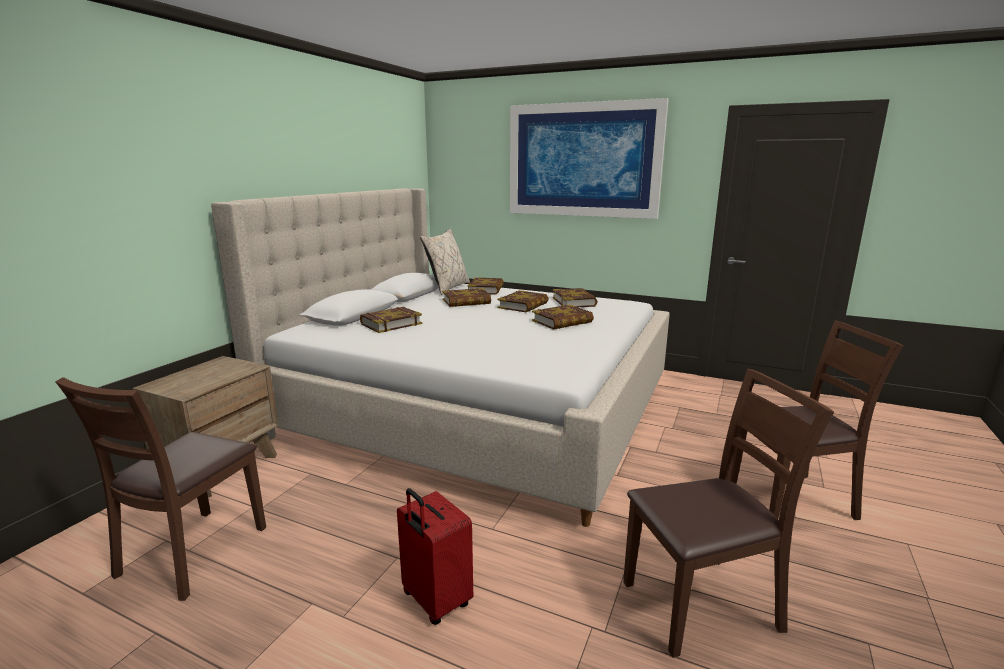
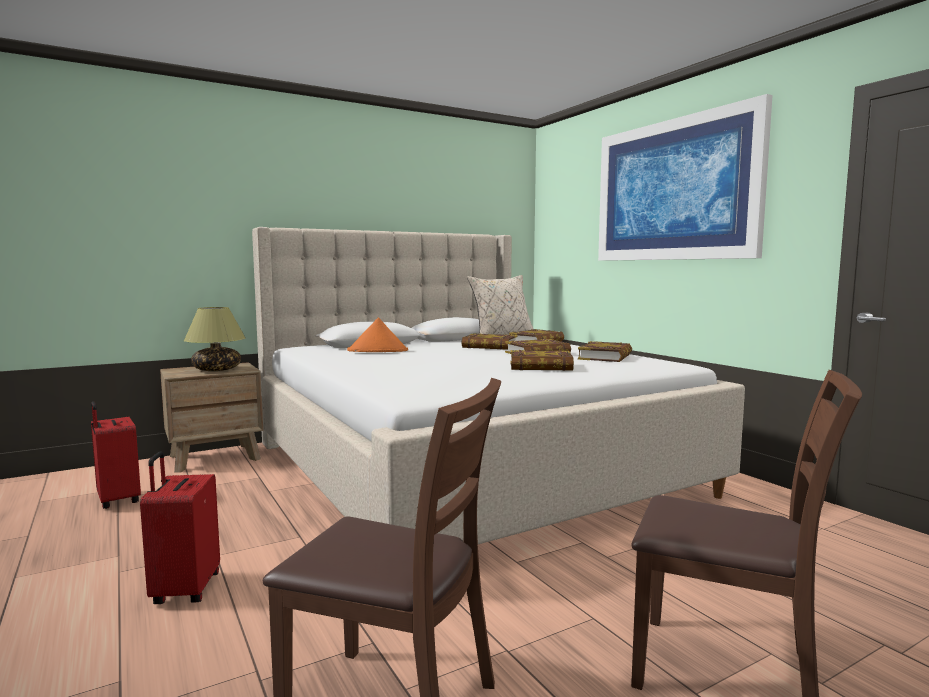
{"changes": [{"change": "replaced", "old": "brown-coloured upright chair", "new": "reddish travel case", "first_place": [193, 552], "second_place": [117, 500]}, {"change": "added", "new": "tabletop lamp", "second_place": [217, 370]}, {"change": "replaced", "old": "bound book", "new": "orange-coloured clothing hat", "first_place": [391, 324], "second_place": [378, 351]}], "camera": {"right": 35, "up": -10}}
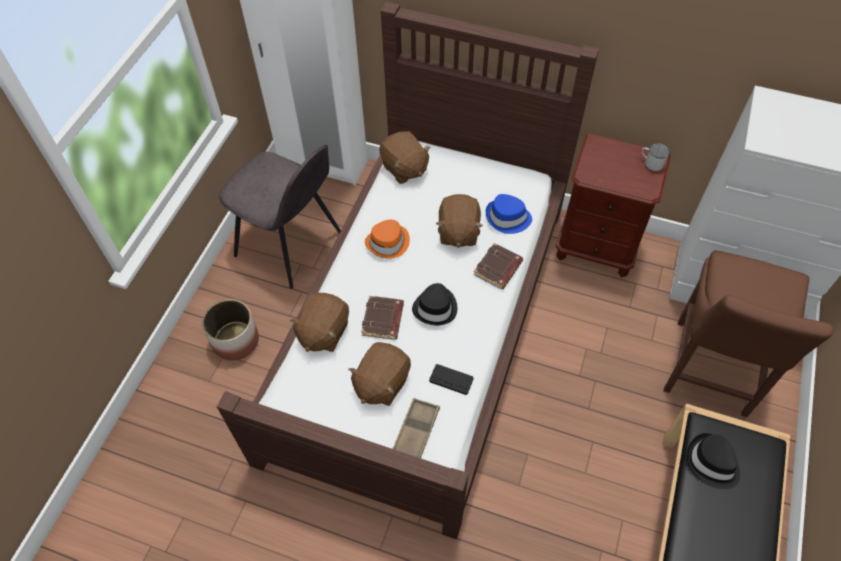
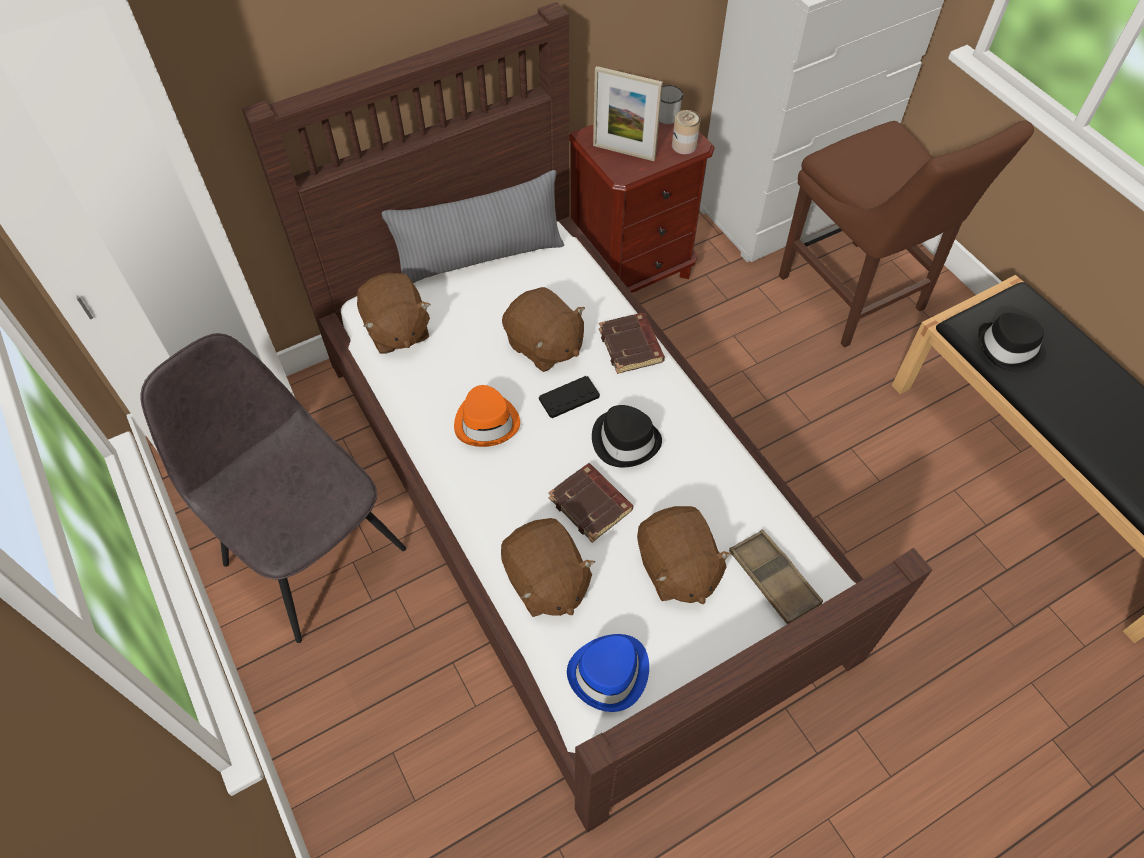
{"changes": [{"change": "turned", "old": "greyish upright chair", "first_place": [290, 245], "second_place": [312, 553], "degrees": -120}, {"change": "turned", "old": "brown-coloured soft toy", "first_place": [404, 168], "second_place": [396, 330], "degrees": 60}, {"change": "added", "new": "greyish cushion", "second_place": [480, 258]}, {"change": "moved", "old": "black-coloured gamepad", "first_place": [451, 380], "second_place": [569, 397]}, {"change": "moved", "old": "bluish clothing hat", "first_place": [507, 218], "second_place": [610, 673]}, {"change": "added", "new": "standing frame", "second_place": [624, 152]}, {"change": "added", "new": "sealed can", "second_place": [684, 145]}, {"change": "removed", "old": "planter", "first_place": [235, 340]}], "camera": {"right": -50, "up": 0}}
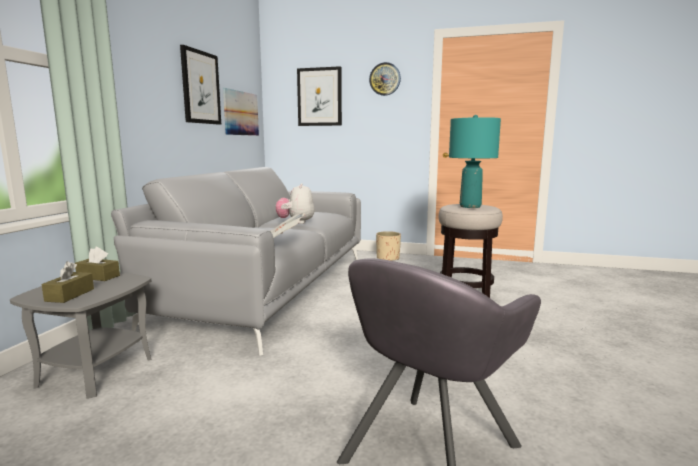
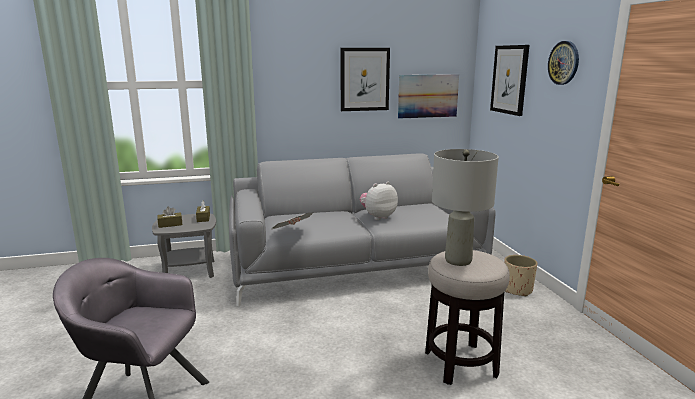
{"changes": [{"change": "recoloured", "old": "turquoise-coloured tabletop lamp", "new": "greyish tabletop lamp", "first_place": [470, 206], "second_place": [458, 261]}], "camera": {"right": 60, "up": 5}}
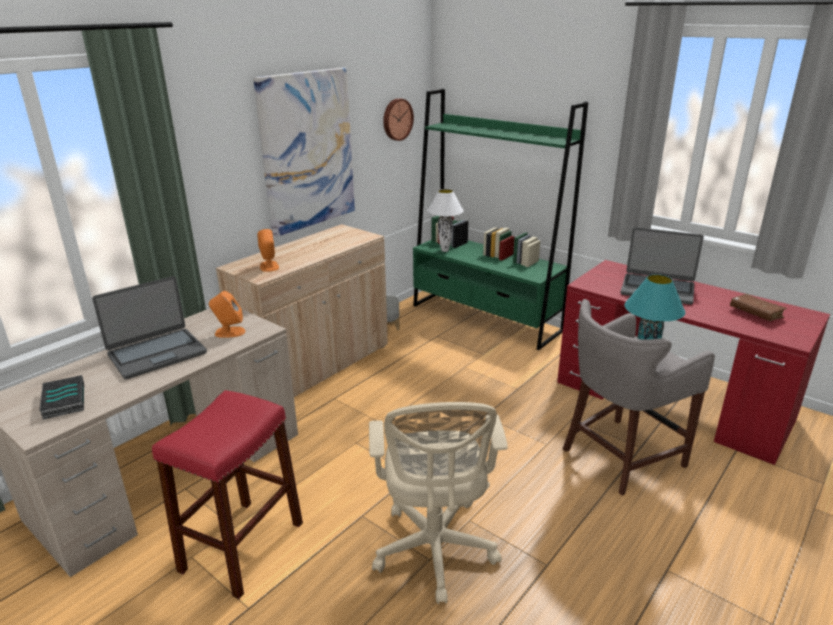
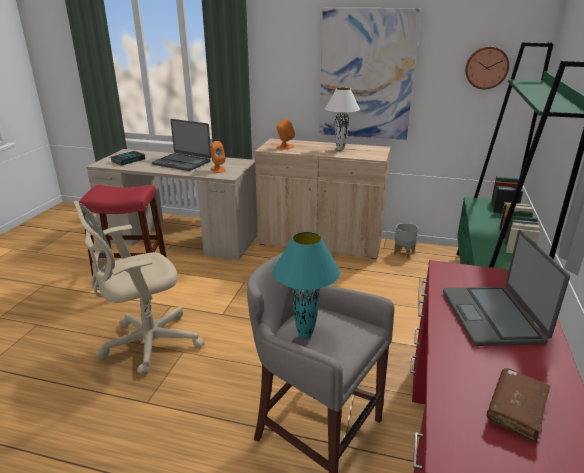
{"changes": [{"change": "moved", "old": "whitish tabletop lamp", "first_place": [444, 251], "second_place": [340, 149]}], "camera": {"right": 65, "up": 0}}
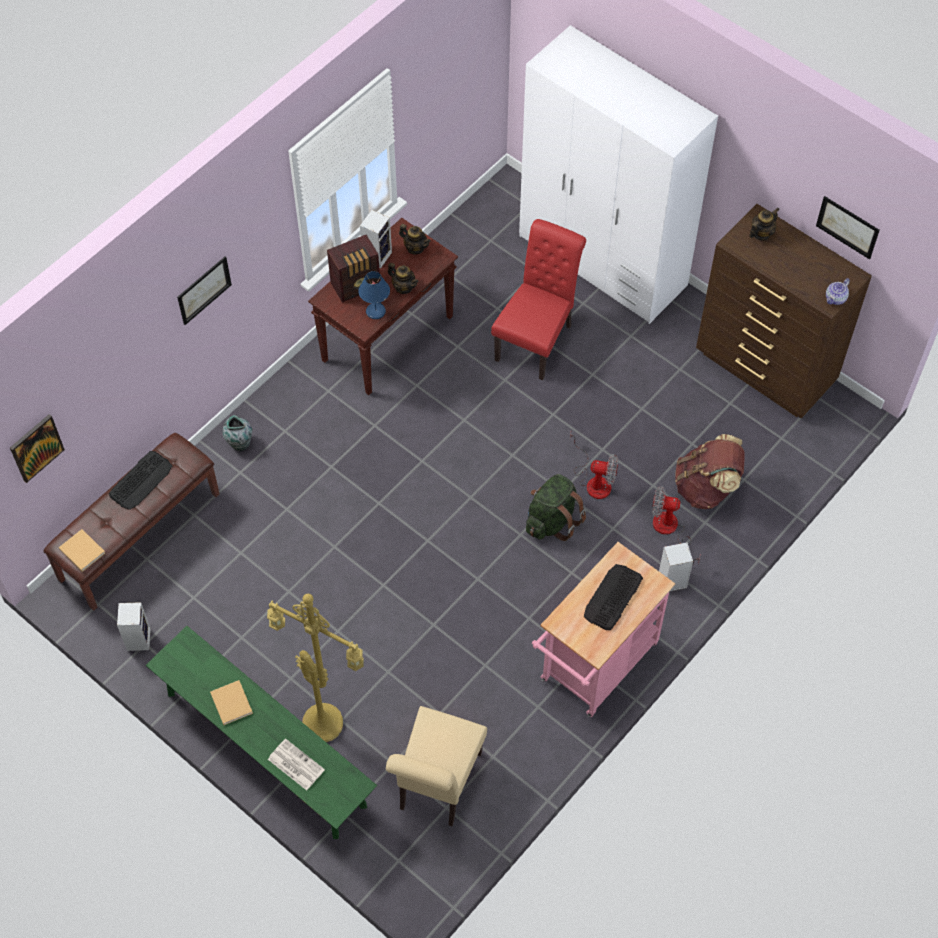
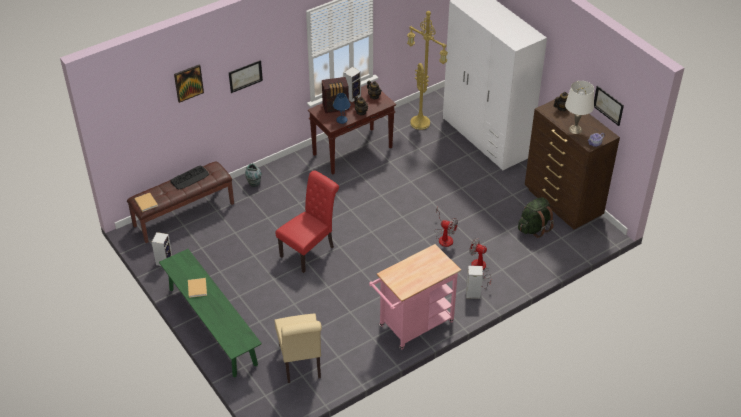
{"changes": [{"change": "moved", "old": "picture", "first_place": [36, 447], "second_place": [188, 83]}, {"change": "turned", "old": "beige upright chair", "first_place": [437, 786], "second_place": [301, 364], "degrees": -45}, {"change": "moved", "old": "reddish upright chair", "first_place": [537, 339], "second_place": [310, 250]}, {"change": "moved", "old": "yellow floor lamp", "first_place": [325, 722], "second_place": [421, 123]}, {"change": "moved", "old": "greenish rucksack", "first_place": [552, 520], "second_place": [534, 228]}, {"change": "added", "new": "whitish tabletop lamp", "second_place": [575, 129]}, {"change": "removed", "old": "daily paper", "first_place": [295, 764]}, {"change": "removed", "old": "keyboard", "first_place": [612, 597]}, {"change": "removed", "old": "brown-coloured rucksack", "first_place": [706, 488]}], "camera": {"right": 15, "up": -15}}
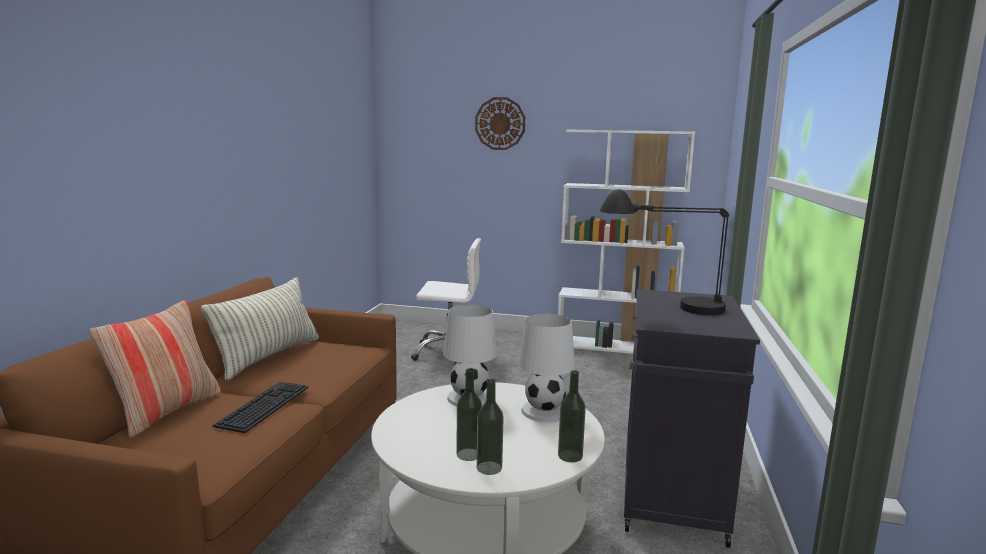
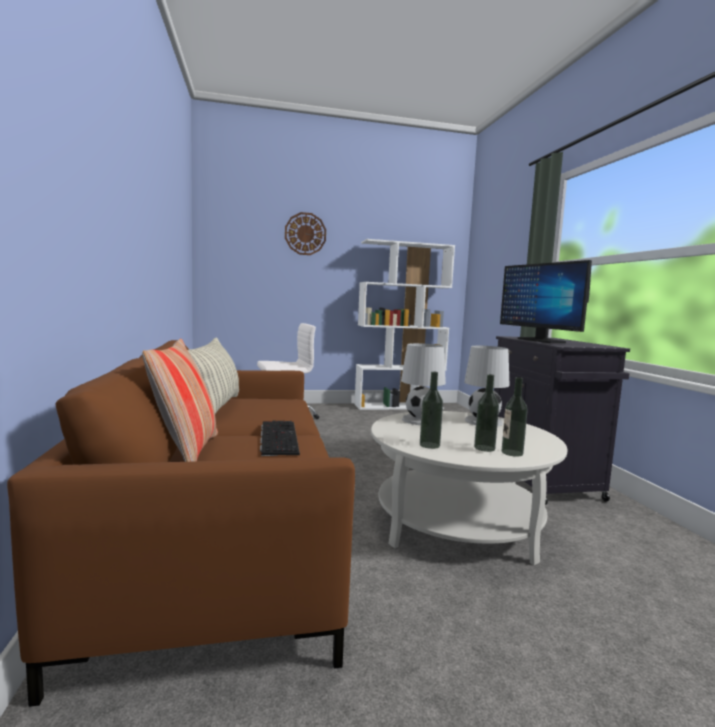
{"changes": [{"change": "moved", "old": "beverage bottle", "first_place": [570, 456], "second_place": [429, 445]}, {"change": "replaced", "old": "black-coloured tabletop lamp", "new": "monitor", "first_place": [663, 308], "second_place": [540, 340]}], "camera": {"right": -25, "up": -5}}
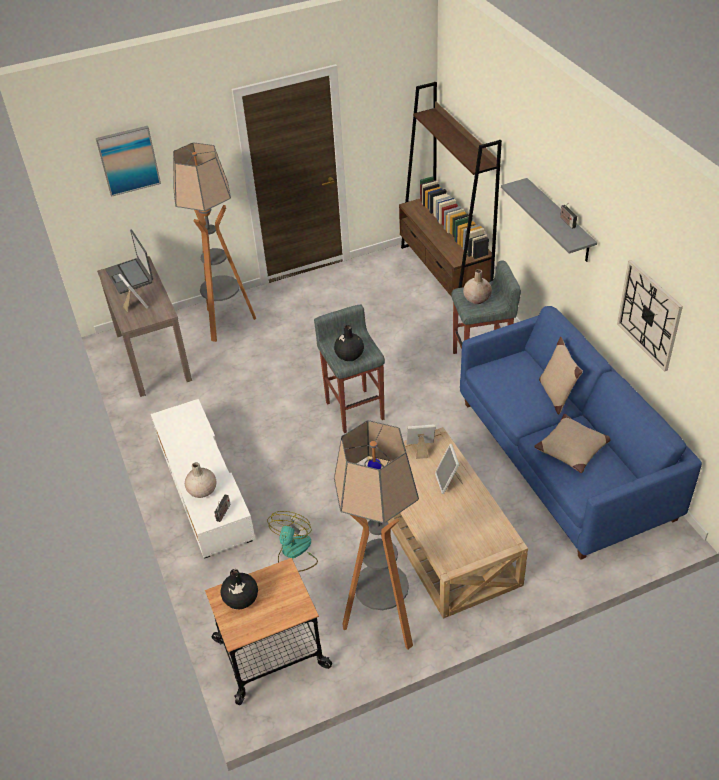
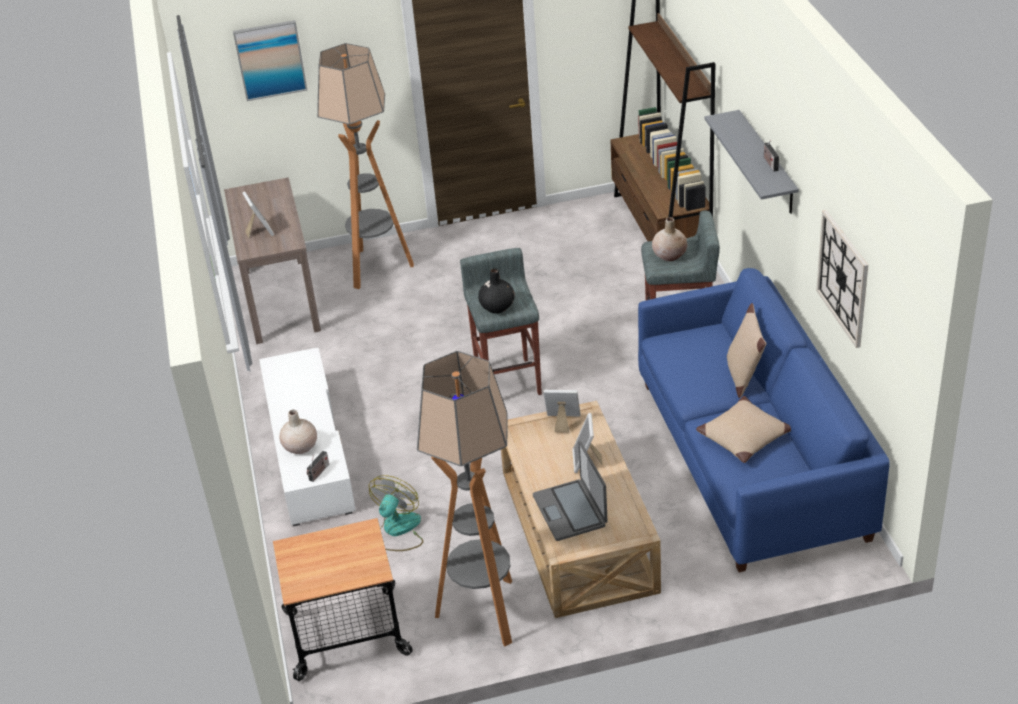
{"changes": [{"change": "moved", "old": "notebook computer", "first_place": [130, 276], "second_place": [570, 510]}, {"change": "removed", "old": "black-coloured vase", "first_place": [241, 599]}], "camera": {"right": 10, "up": -5}}
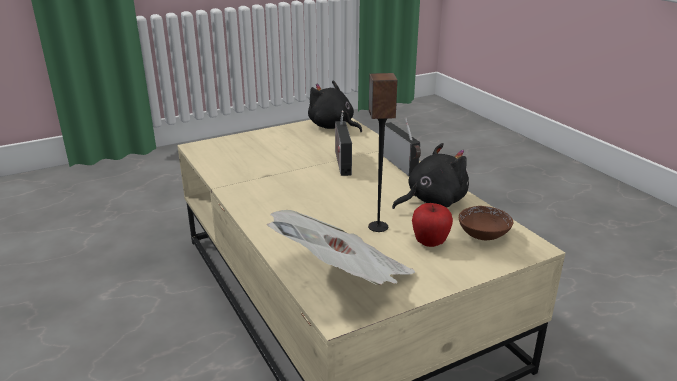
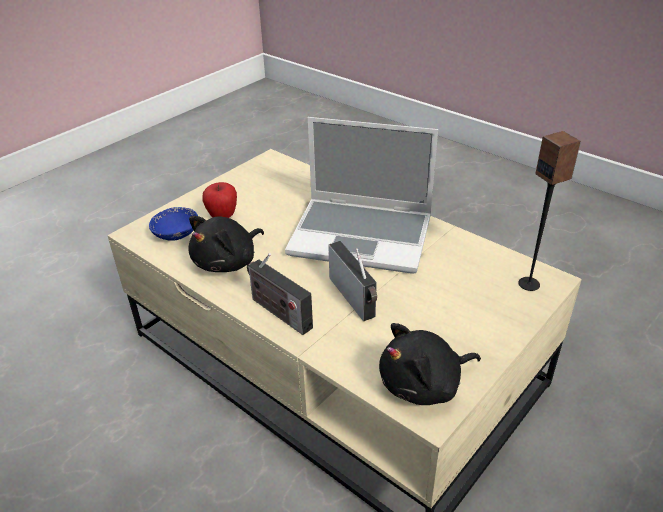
{"changes": [{"change": "recoloured", "old": "brown-coloured bowl", "new": "bluish bowl", "first_place": [483, 235], "second_place": [176, 234]}, {"change": "added", "new": "notebook computer", "second_place": [363, 236]}, {"change": "turned", "old": "black-coloured soft toy", "first_place": [333, 126], "second_place": [424, 385], "degrees": 135}, {"change": "moved", "old": "audio speaker", "first_place": [377, 227], "second_place": [529, 284]}, {"change": "removed", "old": "daily paper", "first_place": [343, 279]}], "camera": {"right": 160, "up": 10}}
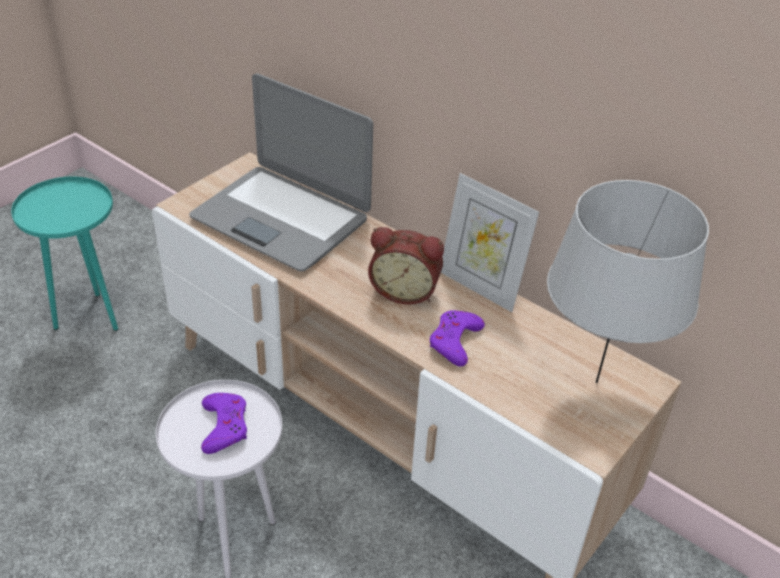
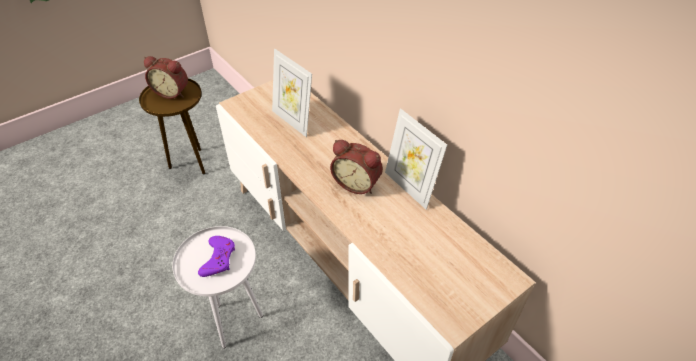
{"changes": [{"change": "recoloured", "old": "turquoise-coloured end table", "new": "brown-coloured end table", "first_place": [90, 317], "second_place": [191, 163]}, {"change": "added", "new": "bedside clock", "second_place": [172, 92]}, {"change": "replaced", "old": "notebook computer", "new": "standing frame", "first_place": [281, 218], "second_place": [293, 121]}, {"change": "removed", "old": "purplish gamepad", "first_place": [455, 341]}, {"change": "removed", "old": "greyish tabletop lamp", "first_place": [596, 382]}], "camera": {"right": 15, "up": 5}}
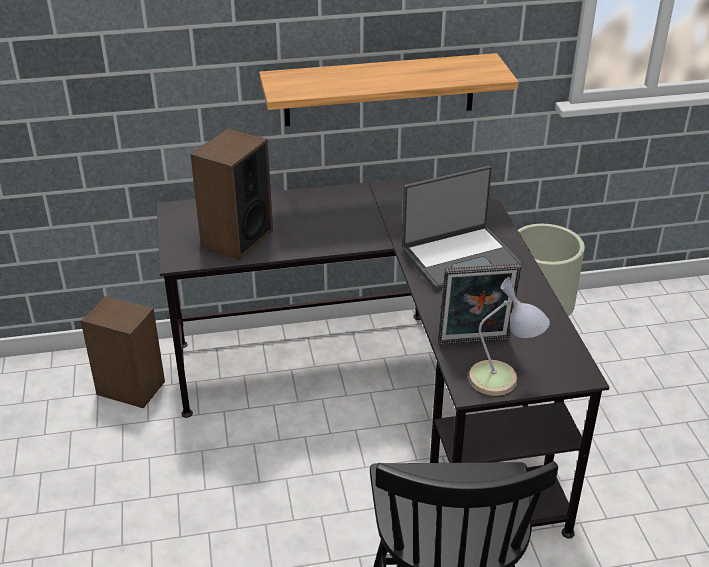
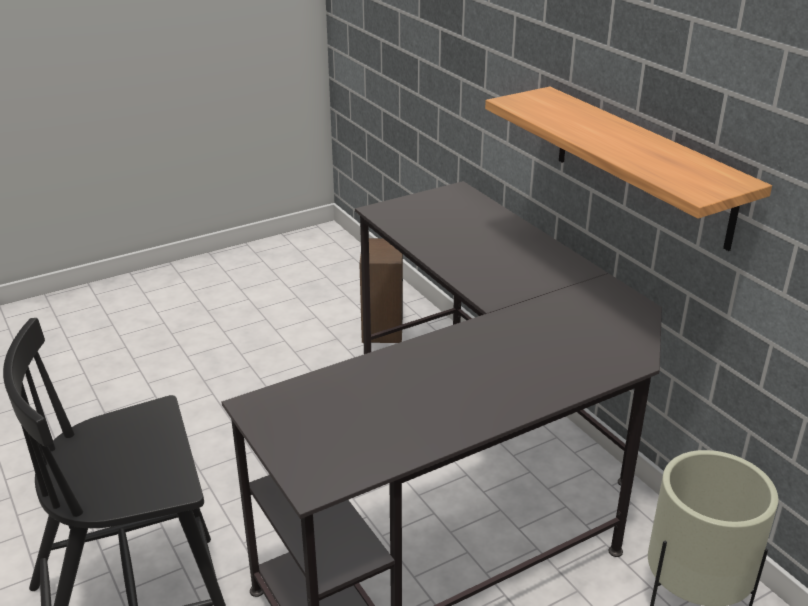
{"changes": [{"change": "removed", "old": "audio speaker", "first_place": [236, 238]}, {"change": "removed", "old": "notebook computer", "first_place": [459, 257]}, {"change": "removed", "old": "standing frame", "first_place": [474, 343]}, {"change": "removed", "old": "tabletop lamp", "first_place": [504, 380]}], "camera": {"right": 70, "up": -5}}
